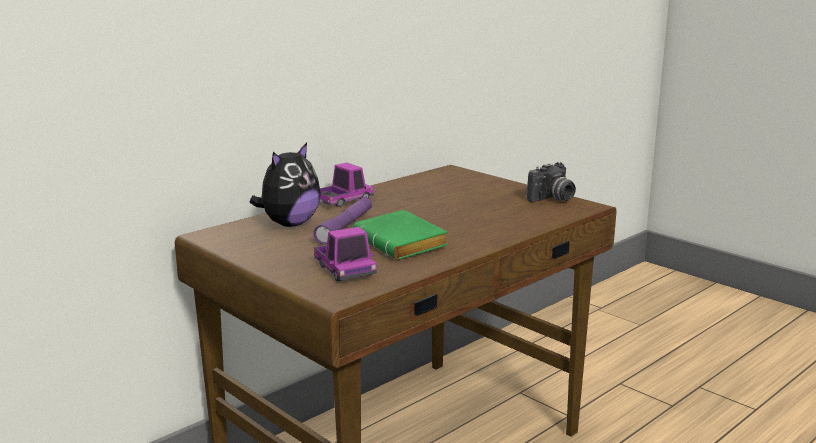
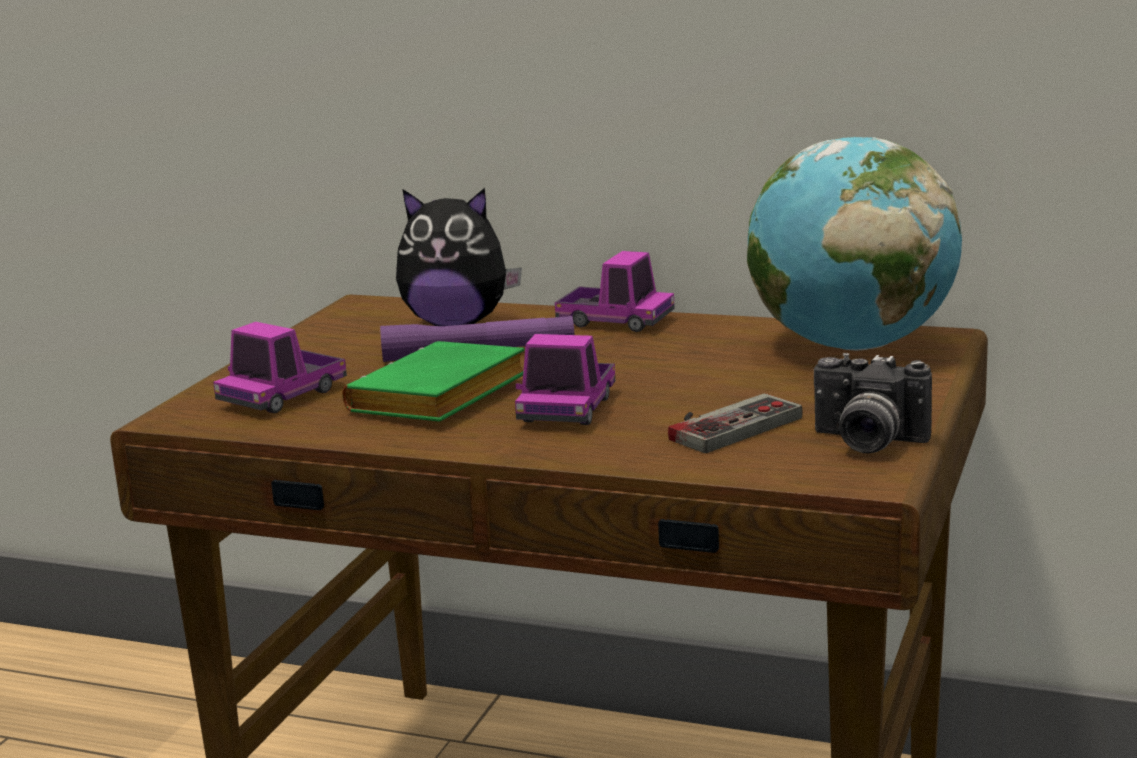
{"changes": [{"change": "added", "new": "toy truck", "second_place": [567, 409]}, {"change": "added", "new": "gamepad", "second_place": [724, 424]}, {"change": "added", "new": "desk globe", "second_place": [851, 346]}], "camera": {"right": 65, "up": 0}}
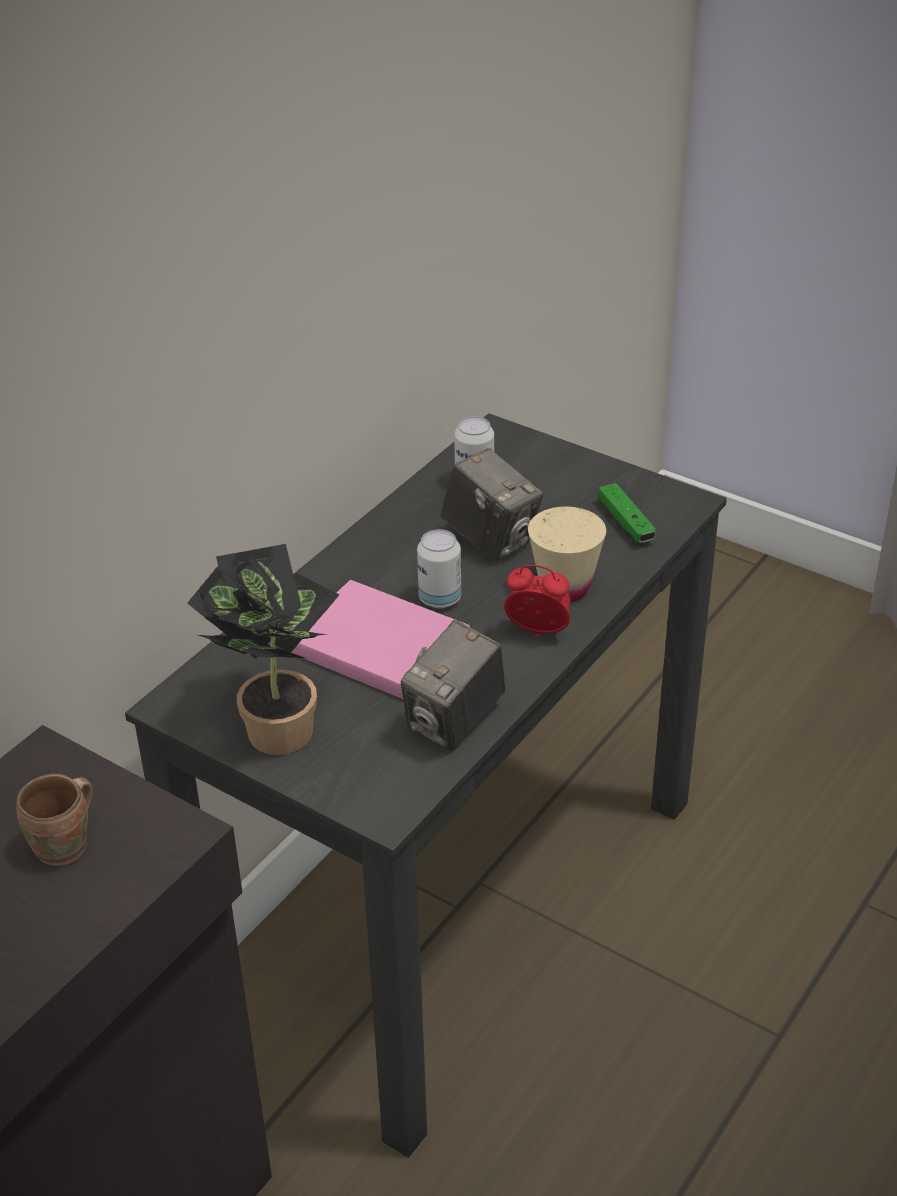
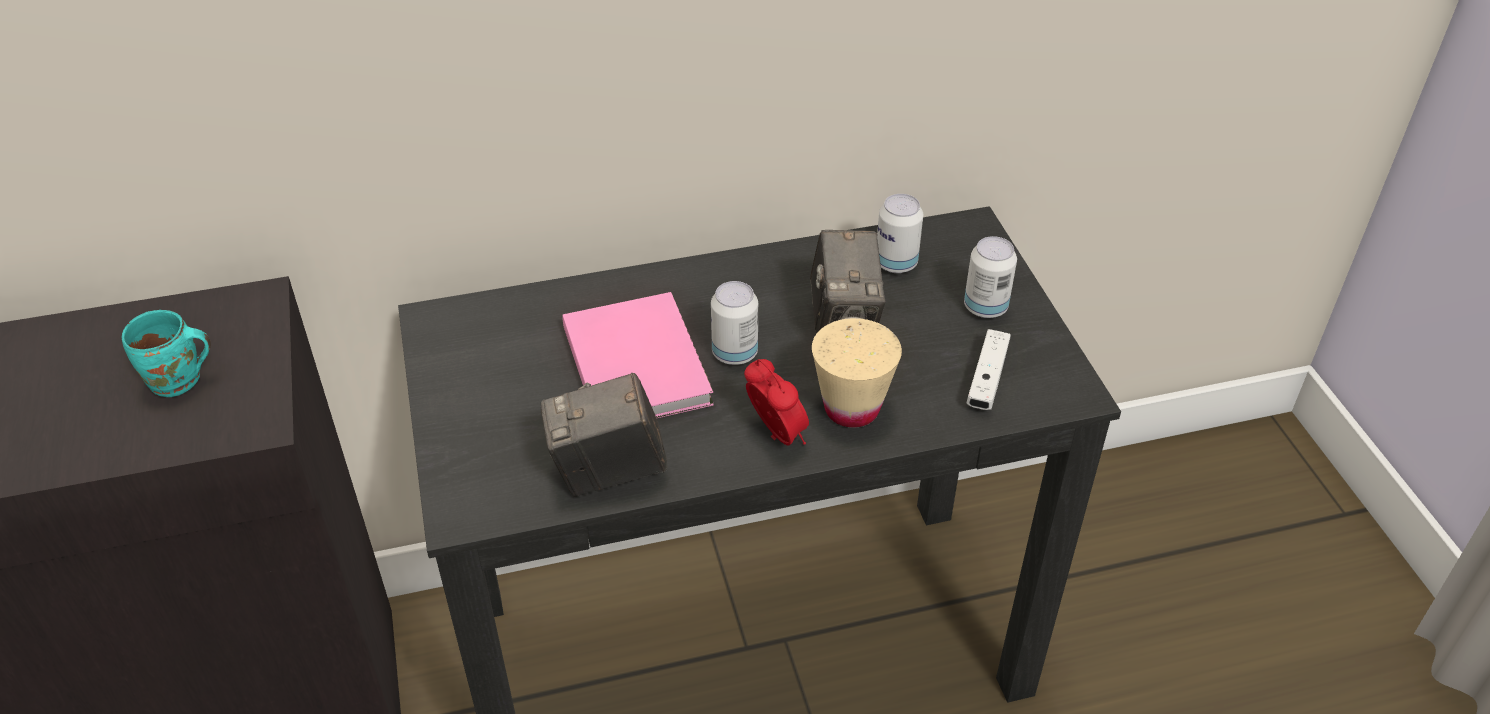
{"changes": [{"change": "recoloured", "old": "brown-coloured coffee mug", "new": "turquoise-coloured coffee mug", "first_place": [66, 847], "second_place": [178, 382]}, {"change": "added", "new": "sealed can", "second_place": [985, 307]}, {"change": "recoloured", "old": "greenish gamepad", "new": "whitish gamepad", "first_place": [626, 522], "second_place": [987, 379]}, {"change": "removed", "old": "potted plant", "first_place": [275, 726]}], "camera": {"right": 40, "up": 5}}
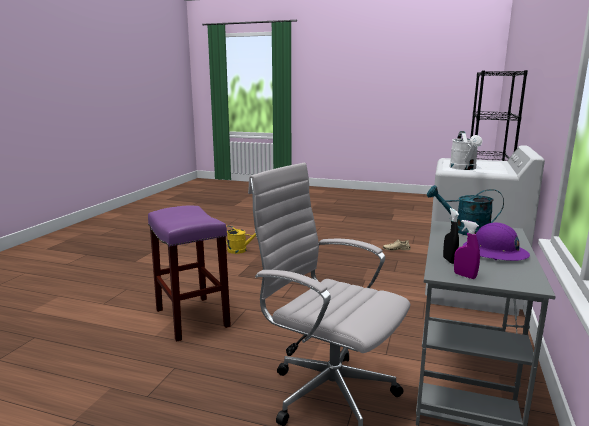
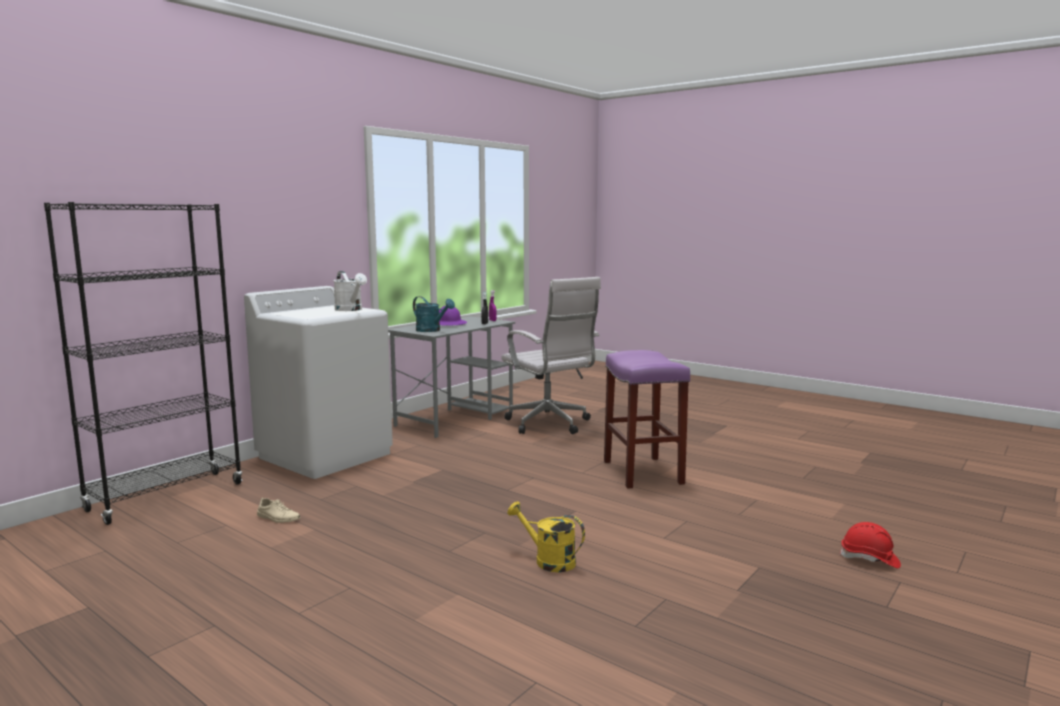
{"changes": [{"change": "turned", "old": "whitish sprinkling can", "first_place": [464, 168], "second_place": [351, 310], "degrees": 120}, {"change": "added", "new": "reddish hard hat", "second_place": [870, 559]}], "camera": {"right": -160, "up": -5}}
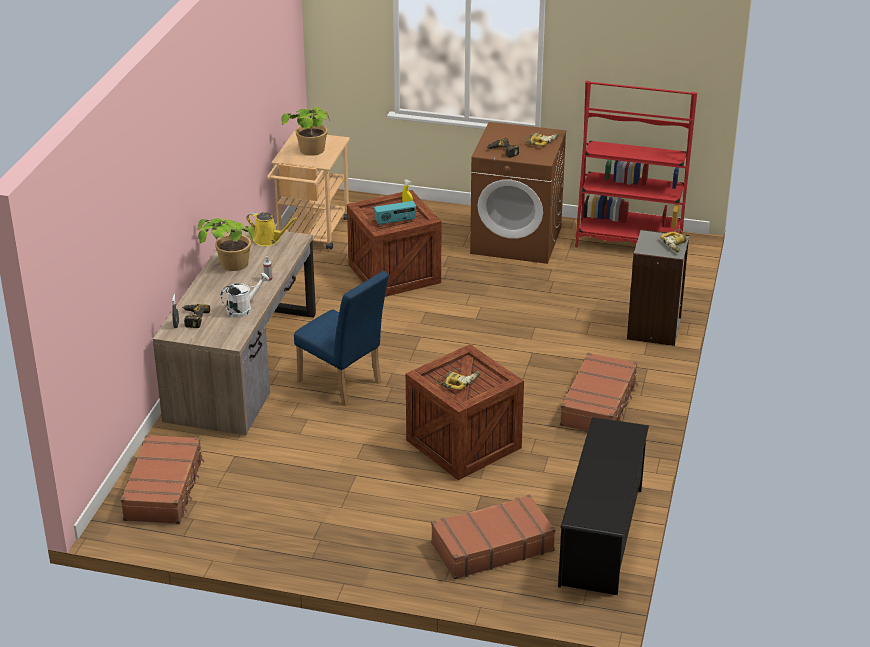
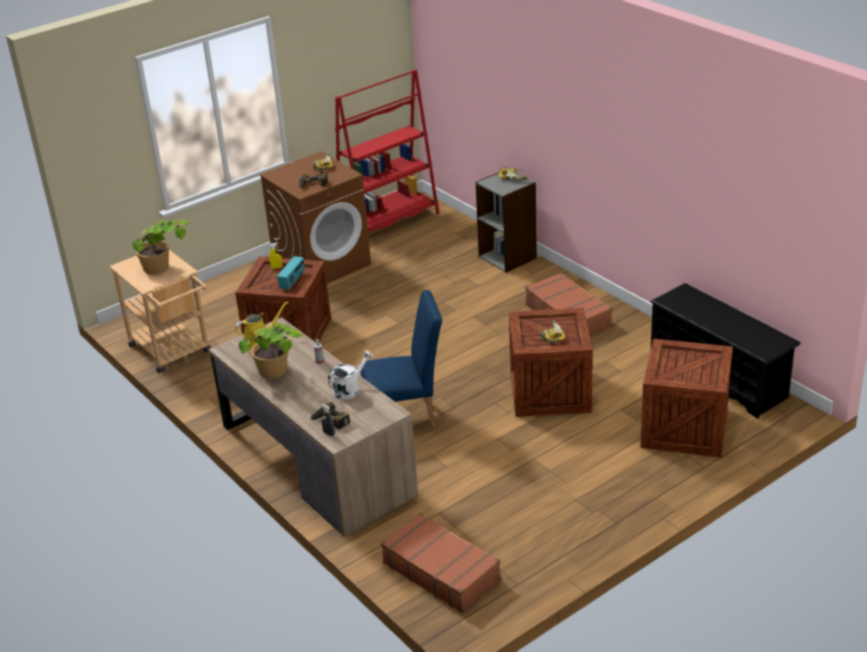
{"changes": [{"change": "turned", "old": "whitish sprinkling can", "first_place": [243, 309], "second_place": [349, 390], "degrees": 45}, {"change": "replaced", "old": "brown-coloured travel case", "new": "packing crate", "first_place": [491, 547], "second_place": [685, 429]}], "camera": {"right": -50, "up": 0}}
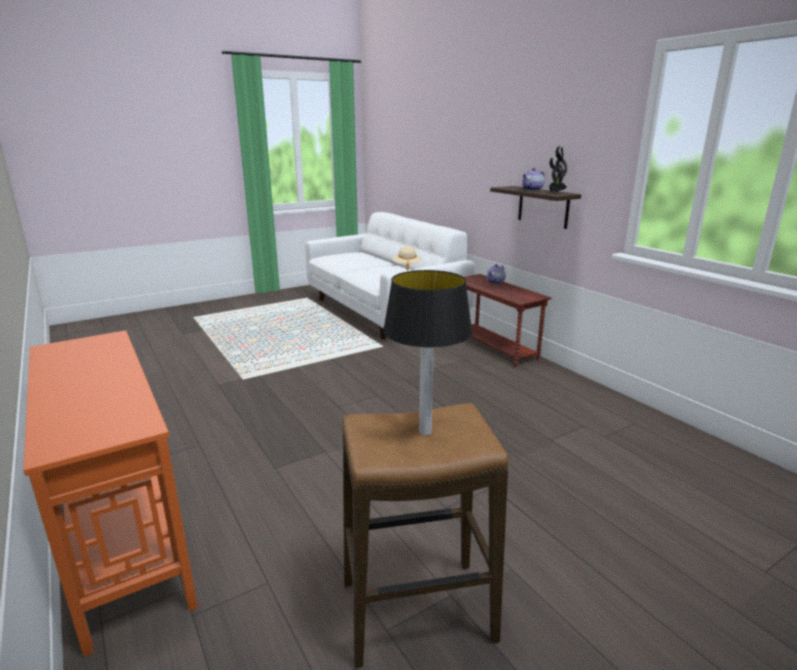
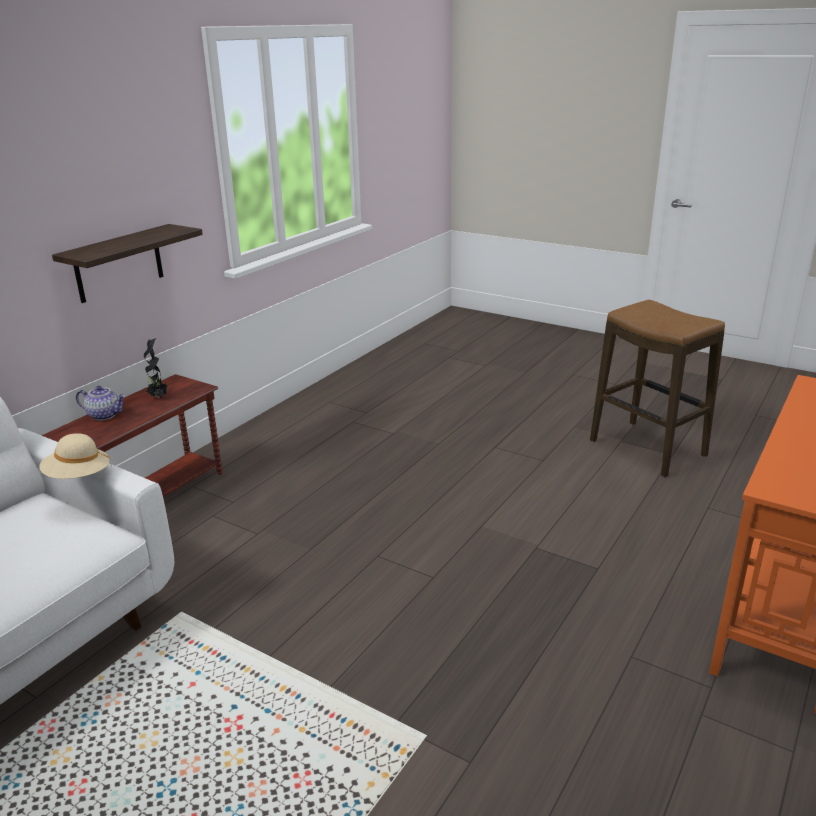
{"changes": [{"change": "moved", "old": "potted plant", "first_place": [555, 193], "second_place": [159, 397]}, {"change": "removed", "old": "tabletop lamp", "first_place": [426, 431]}, {"change": "removed", "old": "teapot", "first_place": [532, 190]}], "camera": {"right": -115, "up": 5}}
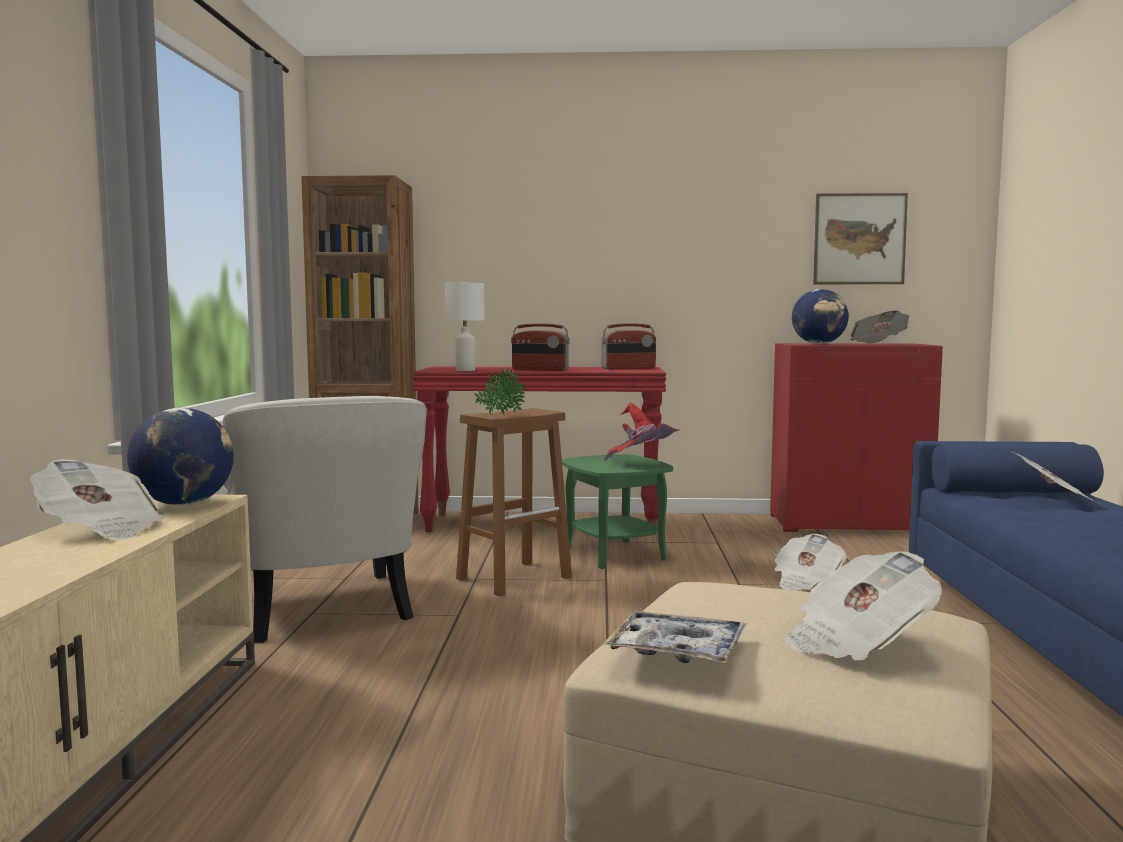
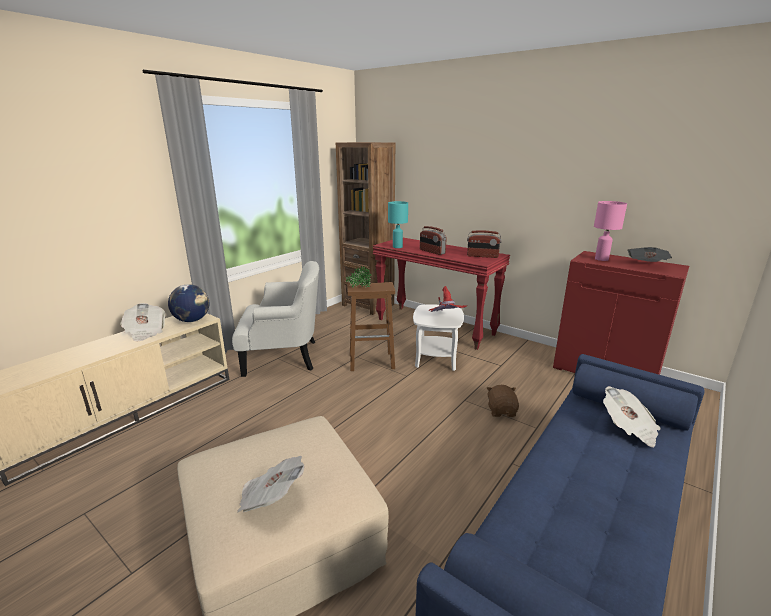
{"changes": [{"change": "turned", "old": "whitish easy chair", "first_place": [322, 608], "second_place": [284, 356], "degrees": -105}, {"change": "recoloured", "old": "whitish tabletop lamp", "new": "turquoise-coloured tabletop lamp", "first_place": [466, 370], "second_place": [398, 247]}, {"change": "recoloured", "old": "greenish end table", "new": "whitish end table", "first_place": [615, 555], "second_place": [436, 359]}, {"change": "replaced", "old": "daily paper", "new": "brown-coloured soft toy", "first_place": [806, 582], "second_place": [501, 411]}, {"change": "replaced", "old": "desk globe", "new": "pink tabletop lamp", "first_place": [819, 344], "second_place": [602, 259]}, {"change": "removed", "old": "carrying tray", "first_place": [677, 651]}, {"change": "removed", "old": "picture", "first_place": [859, 239]}], "camera": {"right": 35, "up": 15}}
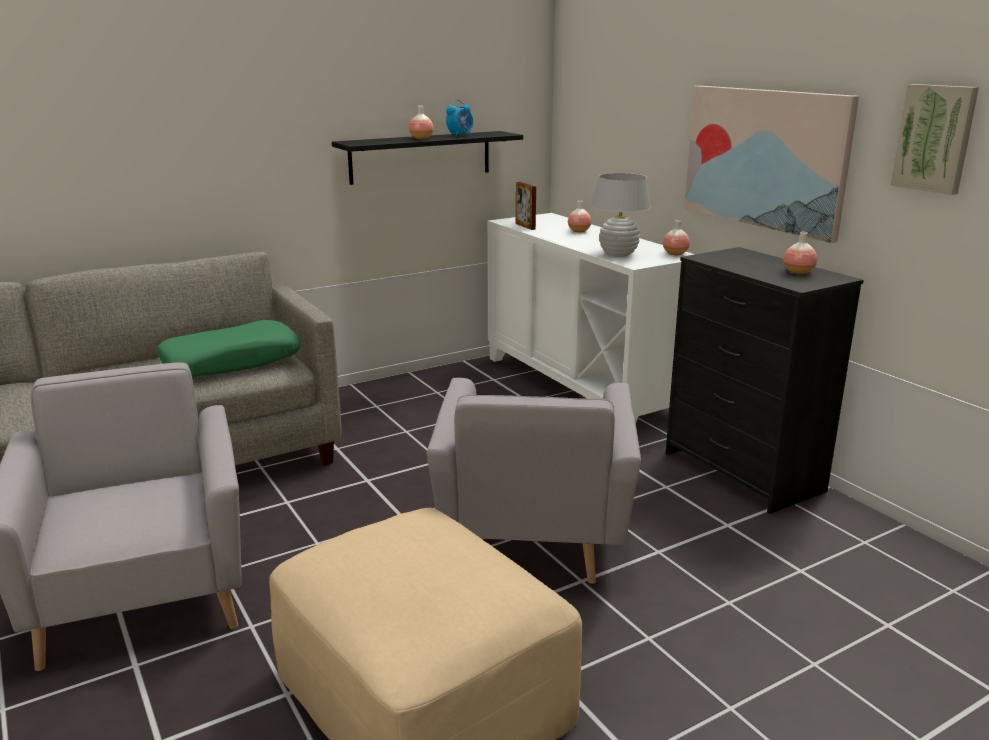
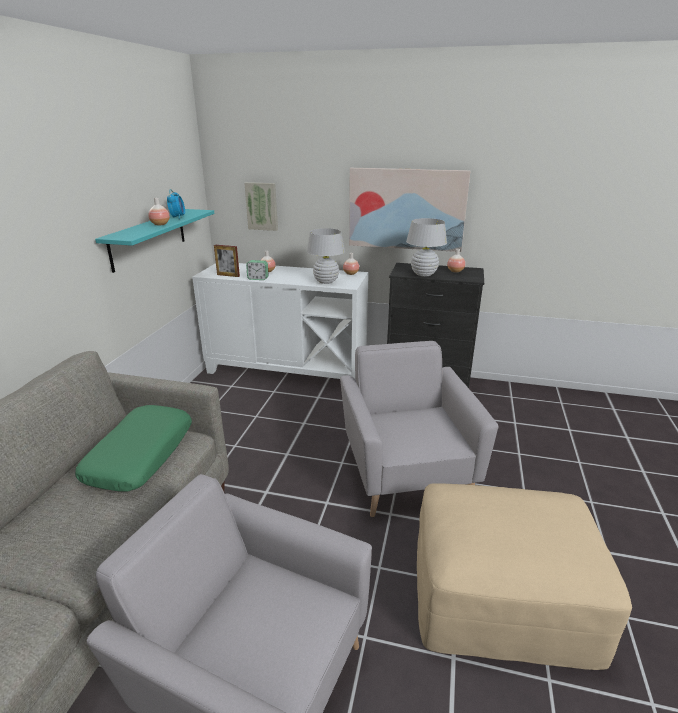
{"changes": [{"change": "recoloured", "old": "black-coloured bracket shelf", "new": "turquoise-coloured bracket shelf", "first_place": [421, 157], "second_place": [149, 238]}, {"change": "moved", "old": "picture", "first_place": [935, 138], "second_place": [262, 206]}, {"change": "added", "new": "bedside clock", "second_place": [258, 278]}, {"change": "turned", "old": "greyish easy chair", "first_place": [533, 538], "second_place": [406, 472], "degrees": -150}, {"change": "added", "new": "whitish tabletop lamp", "second_place": [423, 274]}], "camera": {"right": -45, "up": 5}}
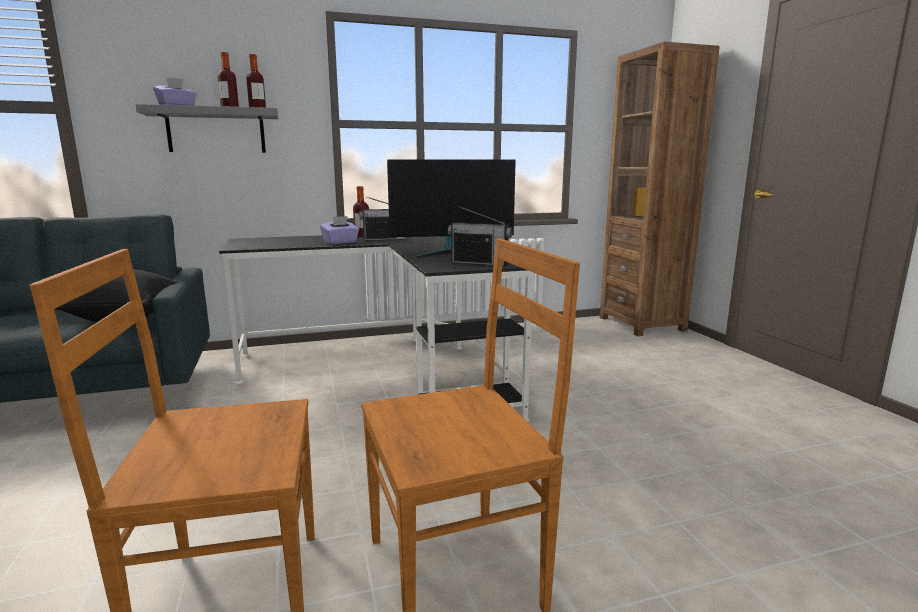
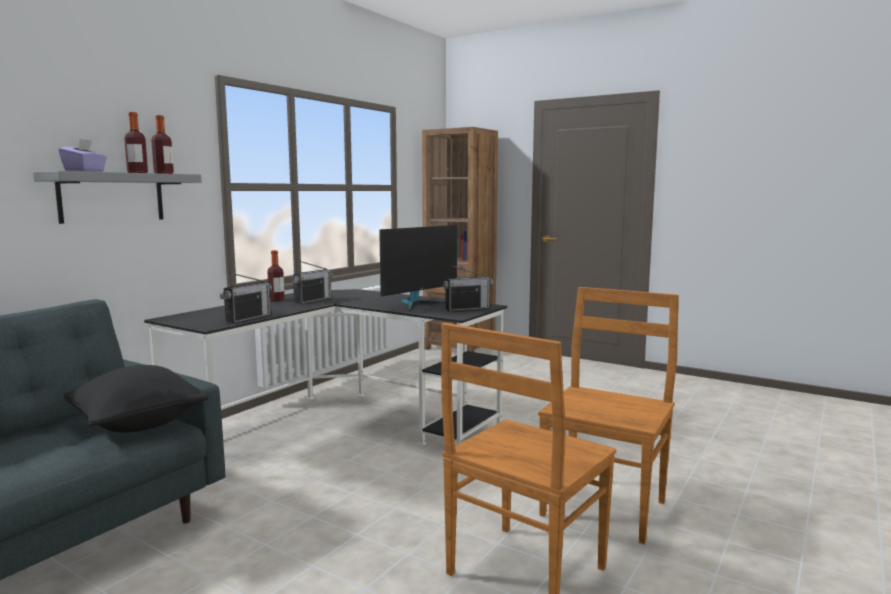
{"changes": [{"change": "added", "new": "radio set", "second_place": [248, 318]}, {"change": "removed", "old": "purplish tissue holder", "first_place": [340, 242]}], "camera": {"right": -40, "up": -5}}
